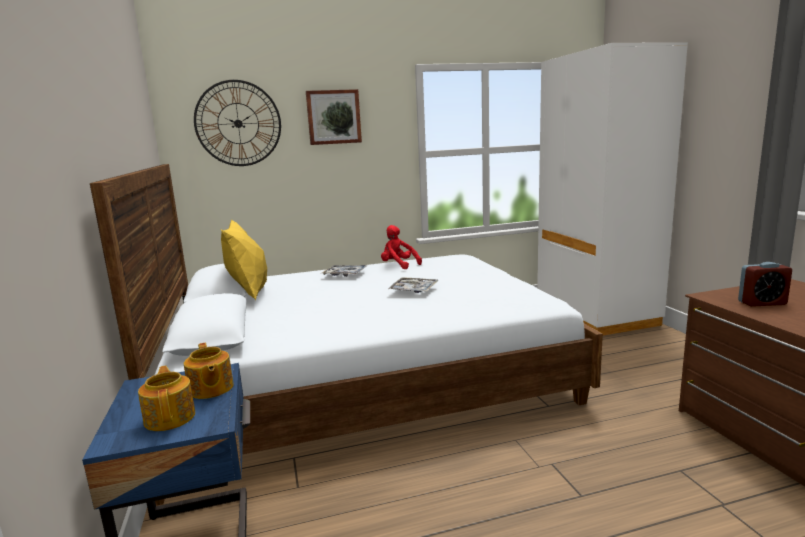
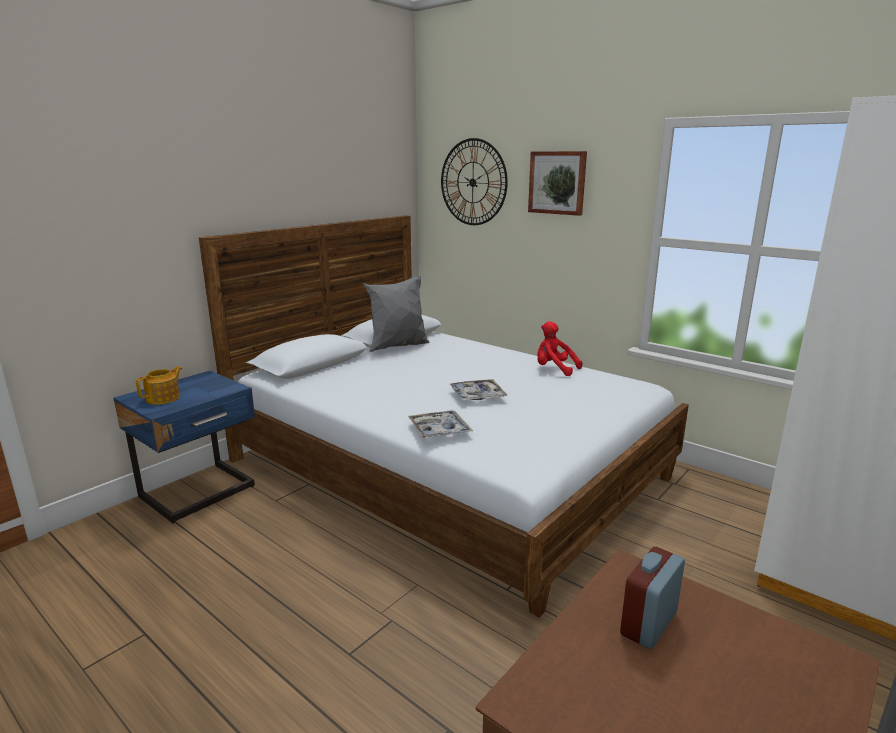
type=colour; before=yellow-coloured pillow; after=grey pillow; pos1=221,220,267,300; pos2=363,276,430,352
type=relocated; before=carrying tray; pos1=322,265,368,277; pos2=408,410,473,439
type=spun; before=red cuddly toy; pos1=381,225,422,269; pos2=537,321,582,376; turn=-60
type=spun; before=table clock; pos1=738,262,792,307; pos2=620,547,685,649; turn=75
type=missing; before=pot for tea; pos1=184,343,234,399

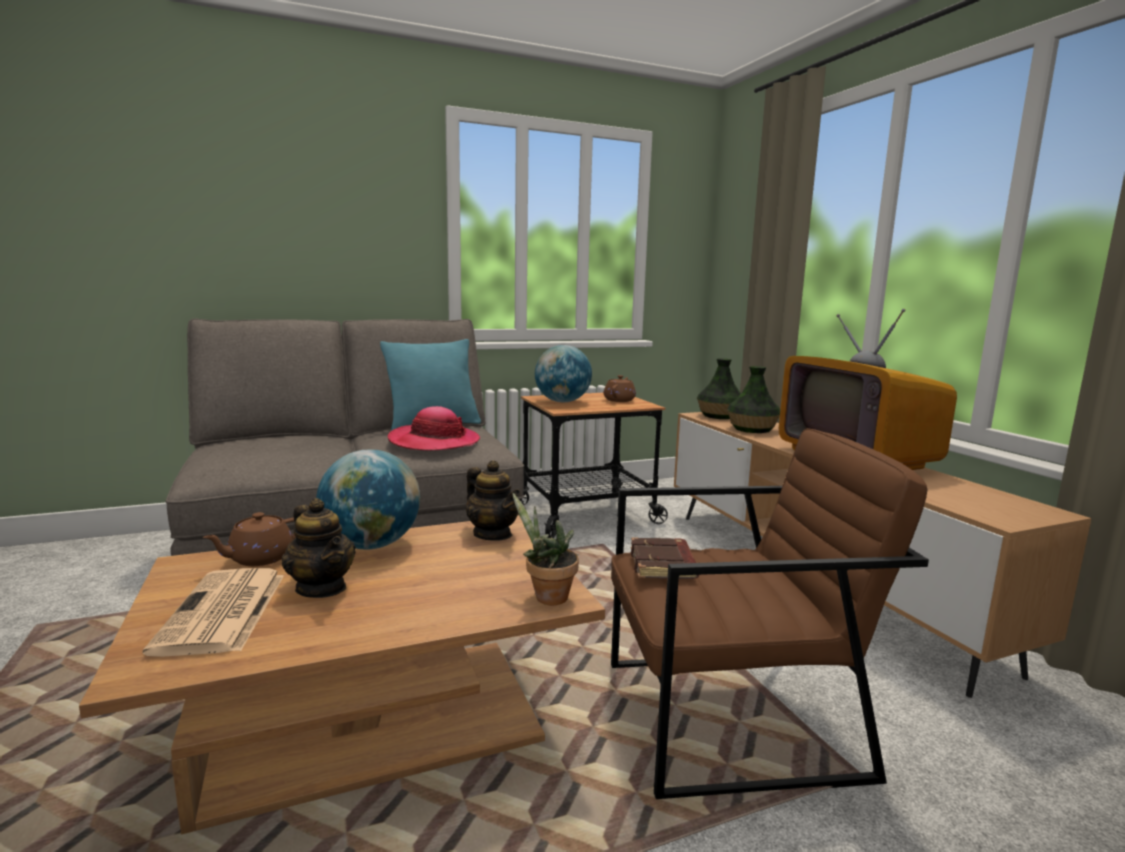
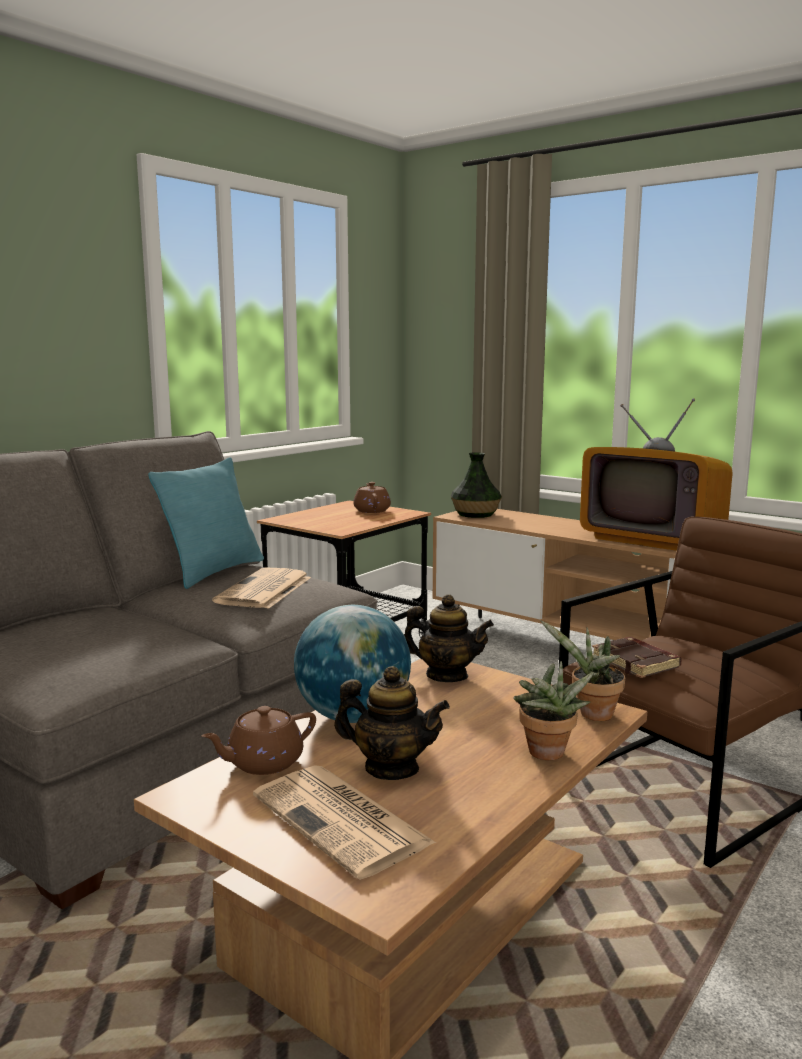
type=spun; before=brown pot for tea; pos1=202,512,296,566; pos2=201,706,316,775; turn=45
type=exchanged; before=wearable hat; after=printed paper; pos1=387,406,480,451; pos2=212,567,311,609
type=appeared; after=plant in a pot; pos2=514,661,594,760
type=missing; before=globe; pos1=535,345,592,402
type=missing; before=vase; pos1=727,366,780,433

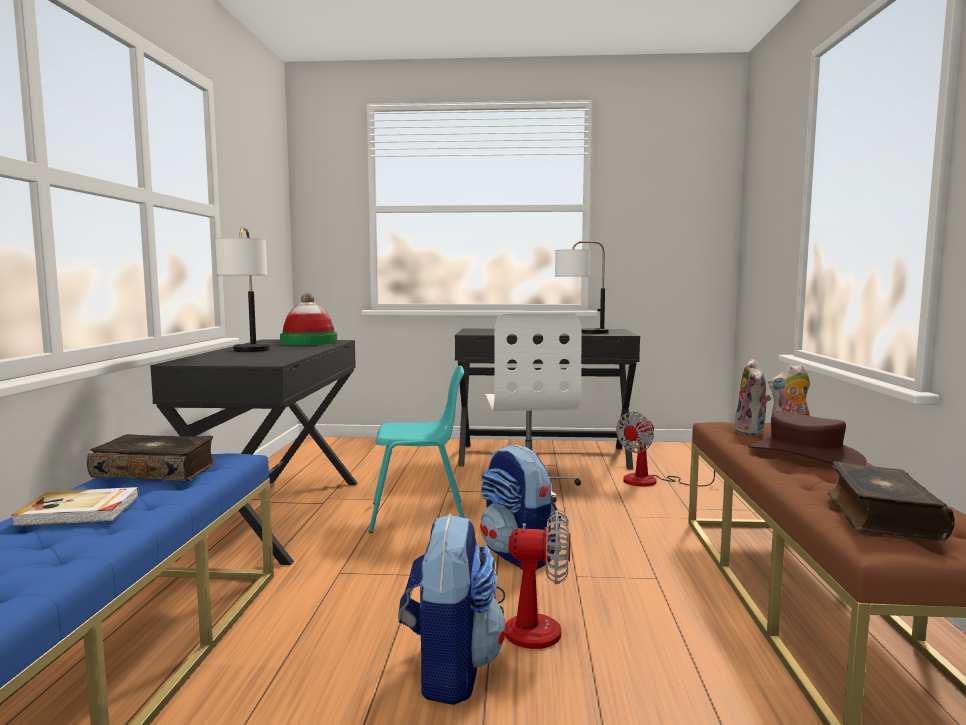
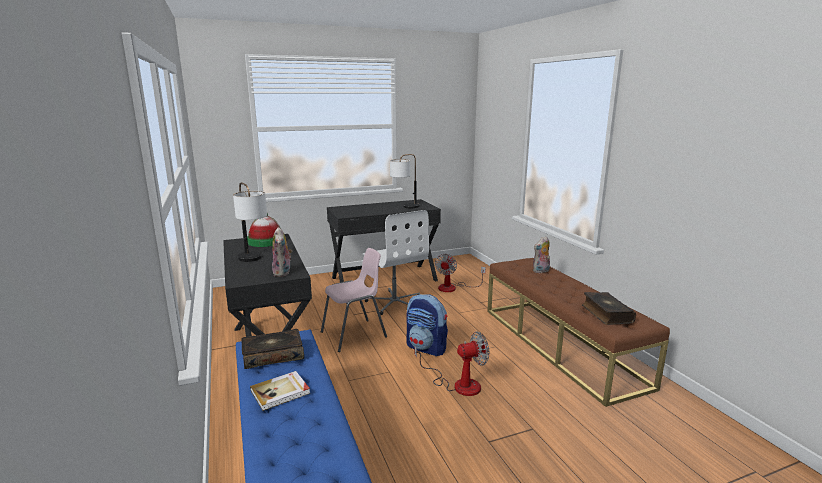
type=relocated; before=cuddly toy; pos1=734,359,771,435; pos2=272,227,293,277
type=colour; before=turquoise-coloured upright chair; after=pinkish upright chair; pos1=369,366,465,533; pos2=321,248,387,352
type=missing; before=backpack; pos1=398,513,506,705
type=missing; before=brown wearable hat; pos1=748,411,867,465

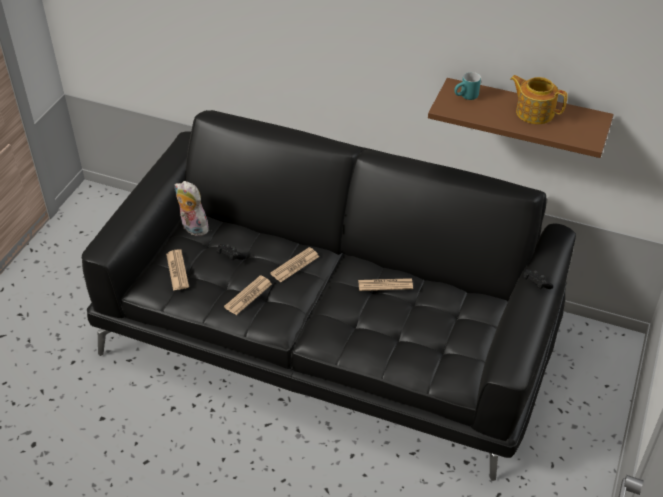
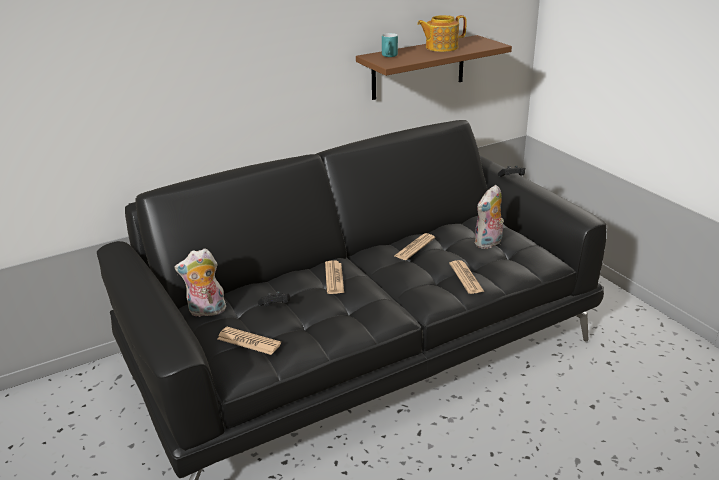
type=relocated; before=printed paper; pos1=224,275,272,315; pos2=449,260,485,294
type=appeared; after=cuddly toy; pos2=474,185,504,249

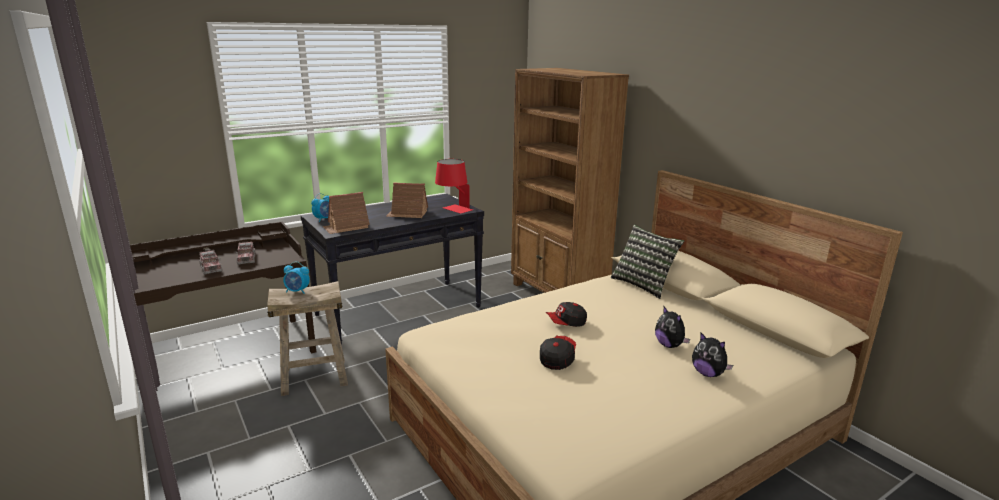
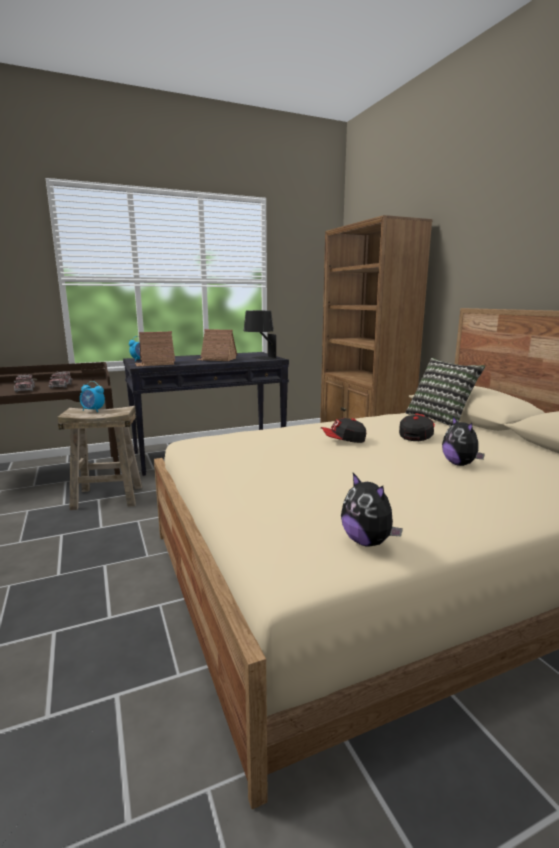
type=colour; before=red lamp for a table; after=black lamp for a table; pos1=435,159,473,214; pos2=244,310,279,360
type=relocated; before=cuddly toy; pos1=692,333,733,377; pos2=341,473,403,547
type=relocated; before=peaked cap; pos1=540,335,576,370; pos2=399,413,435,441

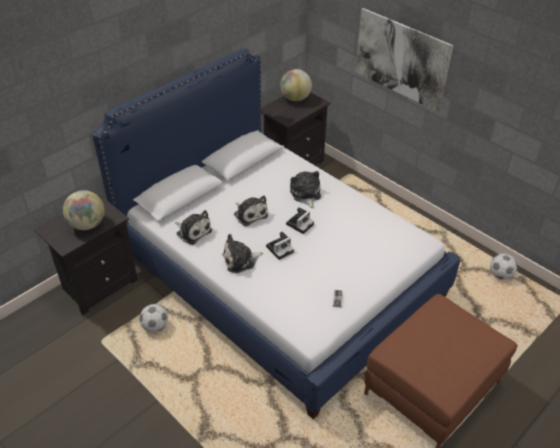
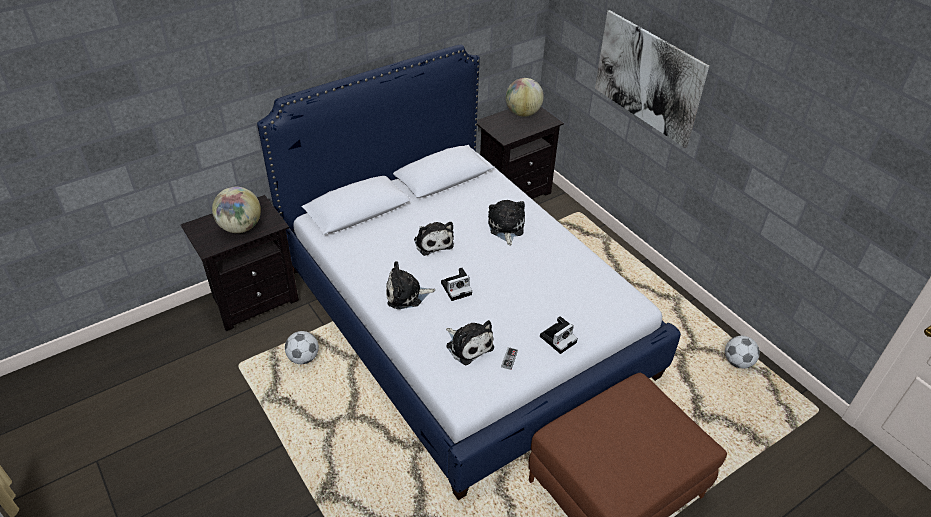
type=relocated; before=cuddly toy; pos1=175,210,212,245; pos2=446,320,494,365
type=relocated; before=photo camera; pos1=286,207,314,234; pos2=540,316,578,354

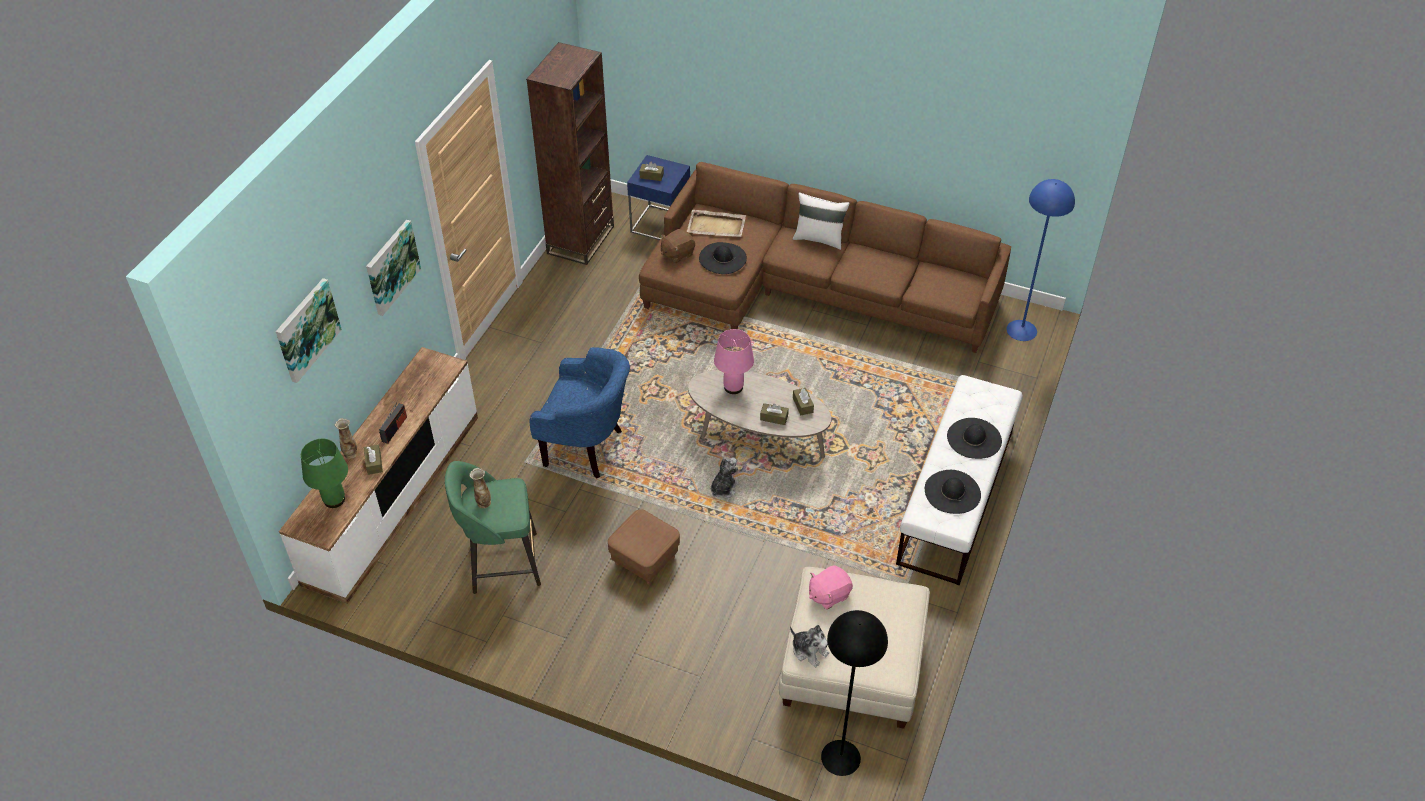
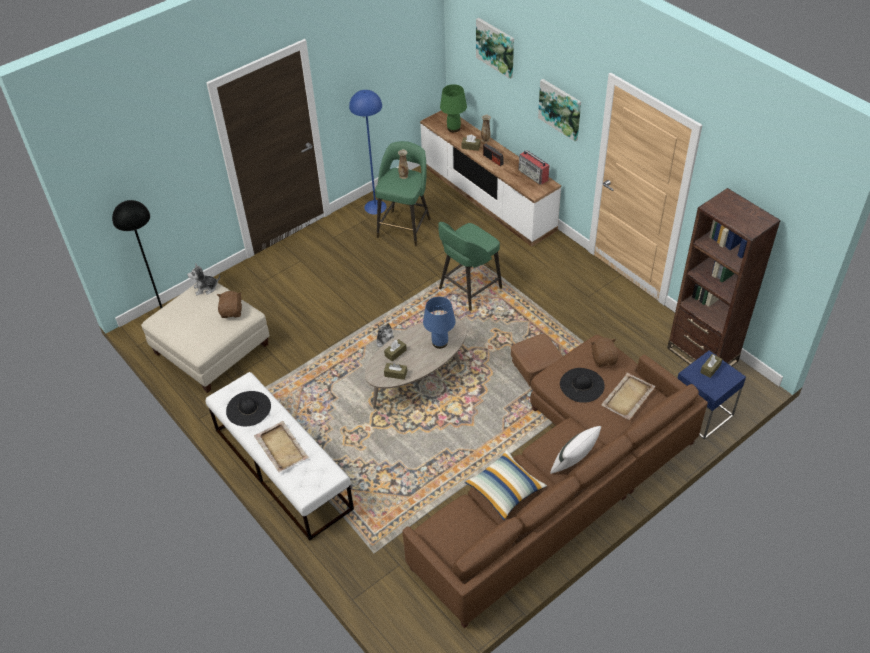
type=colour; before=pinkish cuddly toy; after=brown cuddly toy; pos1=809,565,853,610; pos2=217,291,242,318
type=exchanged; before=black wearable hat; after=beige-coloured carrying tray; pos1=947,418,1002,459; pos2=254,421,309,472
type=relocated; before=blue standard lamp; pos1=1006,179,1075,341; pos2=349,90,387,215
type=colour; before=pinkish lamp for a table; after=blue lamp for a table; pos1=714,329,754,394; pos2=423,297,455,349
type=exchanged; before=blue lounge chair; after=greenish stool seat; pos1=530,347,630,479; pos2=438,222,502,311
type=appeared; after=pillow; pos2=465,450,547,520
type=relocated; before=brown ottoman; pos1=608,509,680,584; pos2=511,334,563,386
type=appeared; after=radio; pos2=519,150,550,185

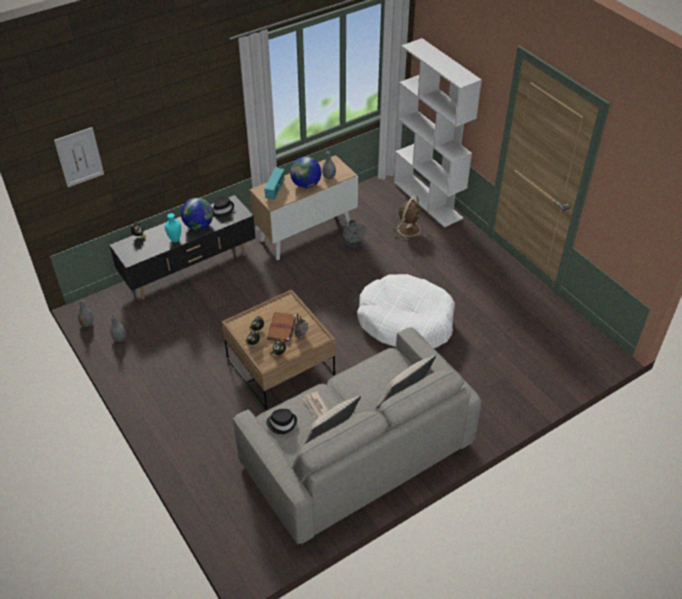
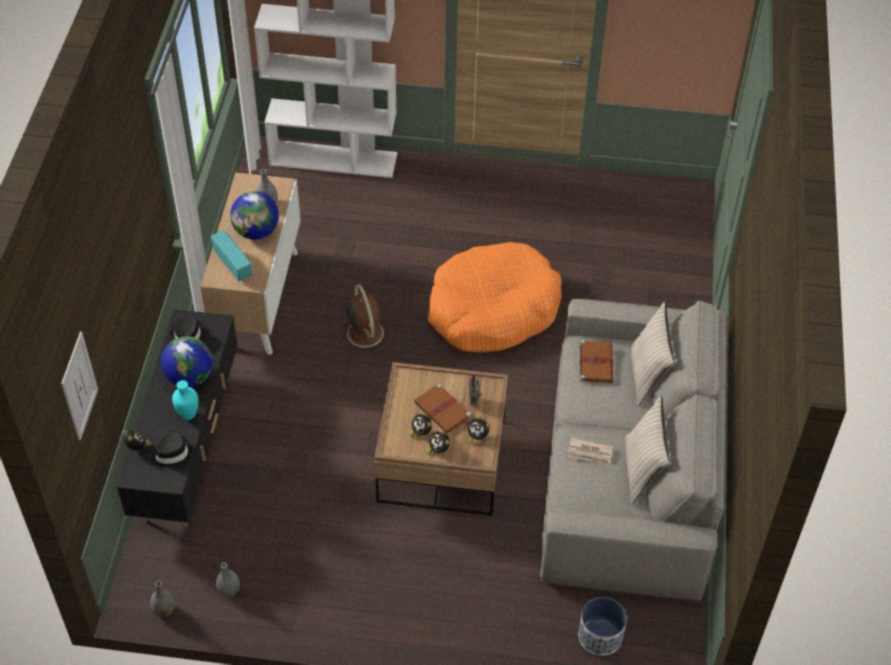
type=relocated; before=black wearable hat; pos1=266,409,297,434; pos2=151,432,192,471
type=relocated; before=brown fan; pos1=394,195,426,240; pos2=337,284,391,356
type=colour; before=white dog bed; after=orange dog bed; pos1=357,274,455,348; pos2=428,242,562,352
type=appeared; after=planter; pos2=578,597,627,656
type=appeared; after=brown bound book; pos2=580,340,613,383
type=missing; before=grey fan; pos1=343,220,367,250

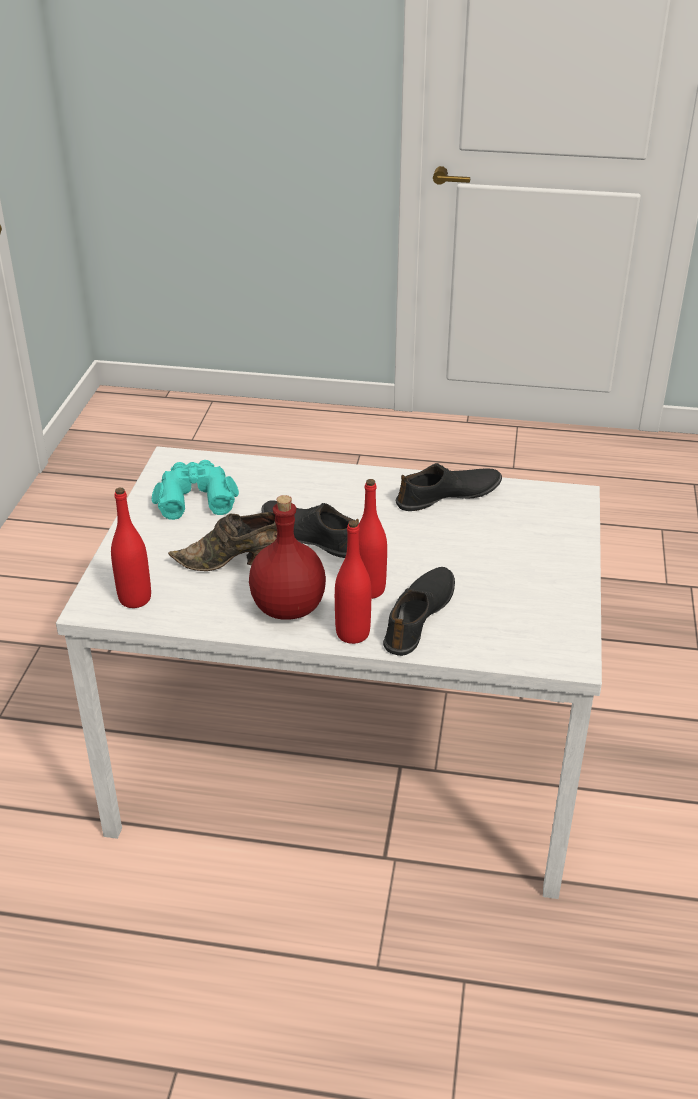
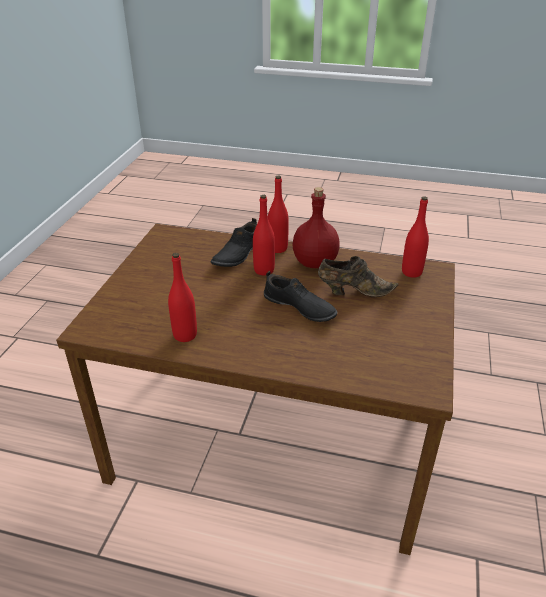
type=colour; before=white dinner table; after=brown dinner table; pos1=56,446,602,899; pos2=56,224,455,555
type=exchanged; before=black low shoe; after=red beverage bottle; pos1=396,463,502,511; pos2=168,253,197,342
type=missing; before=turquoise-coloured binoculars; pos1=152,460,239,520

